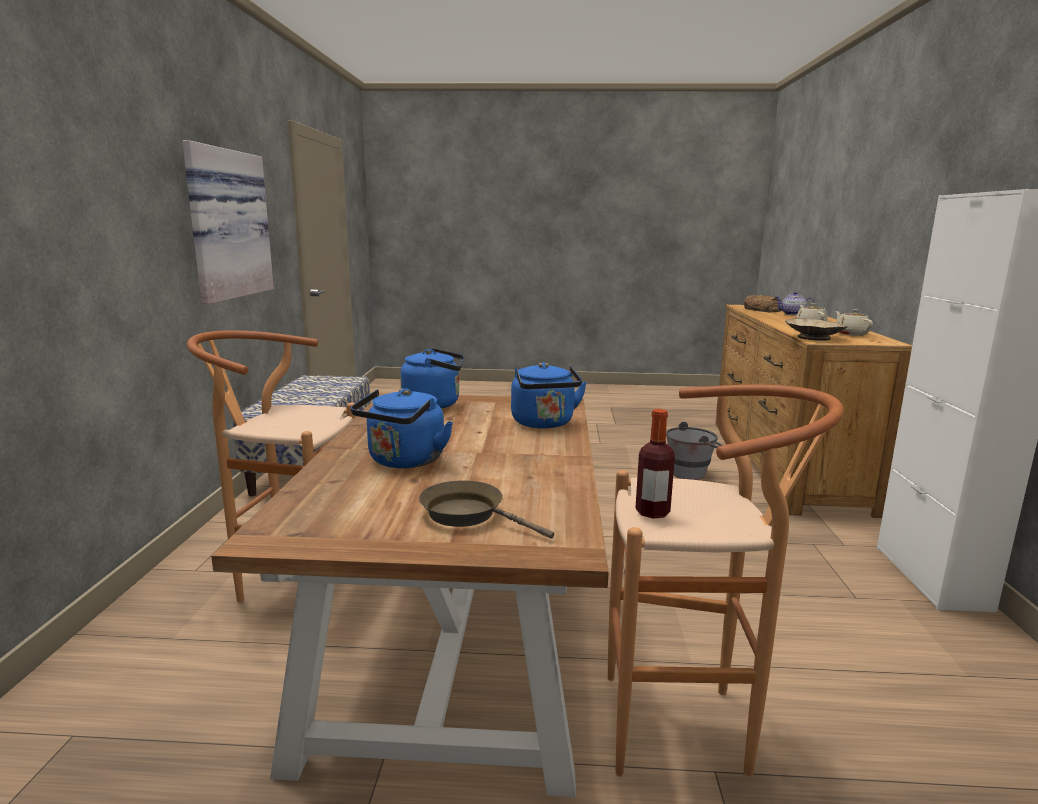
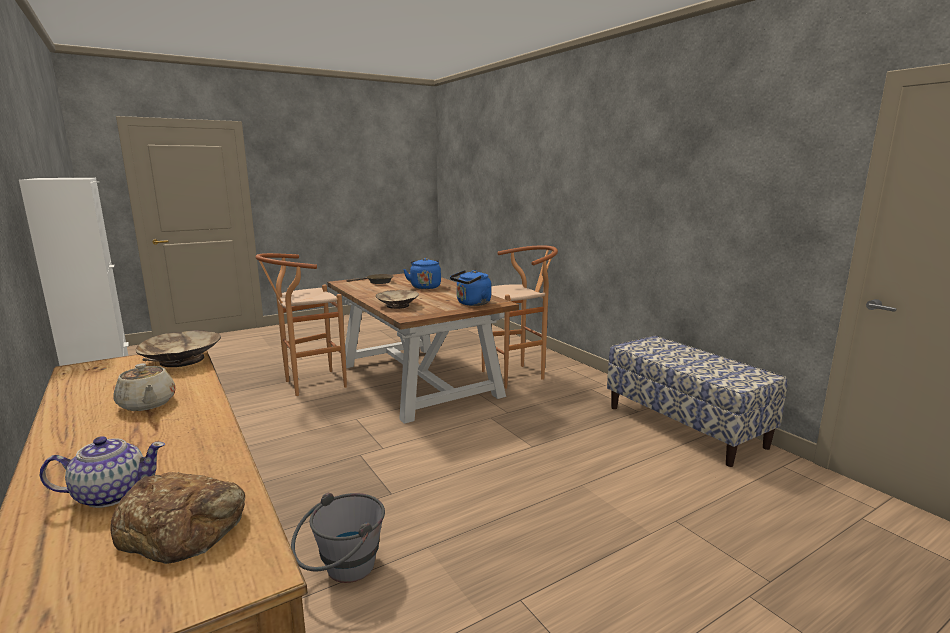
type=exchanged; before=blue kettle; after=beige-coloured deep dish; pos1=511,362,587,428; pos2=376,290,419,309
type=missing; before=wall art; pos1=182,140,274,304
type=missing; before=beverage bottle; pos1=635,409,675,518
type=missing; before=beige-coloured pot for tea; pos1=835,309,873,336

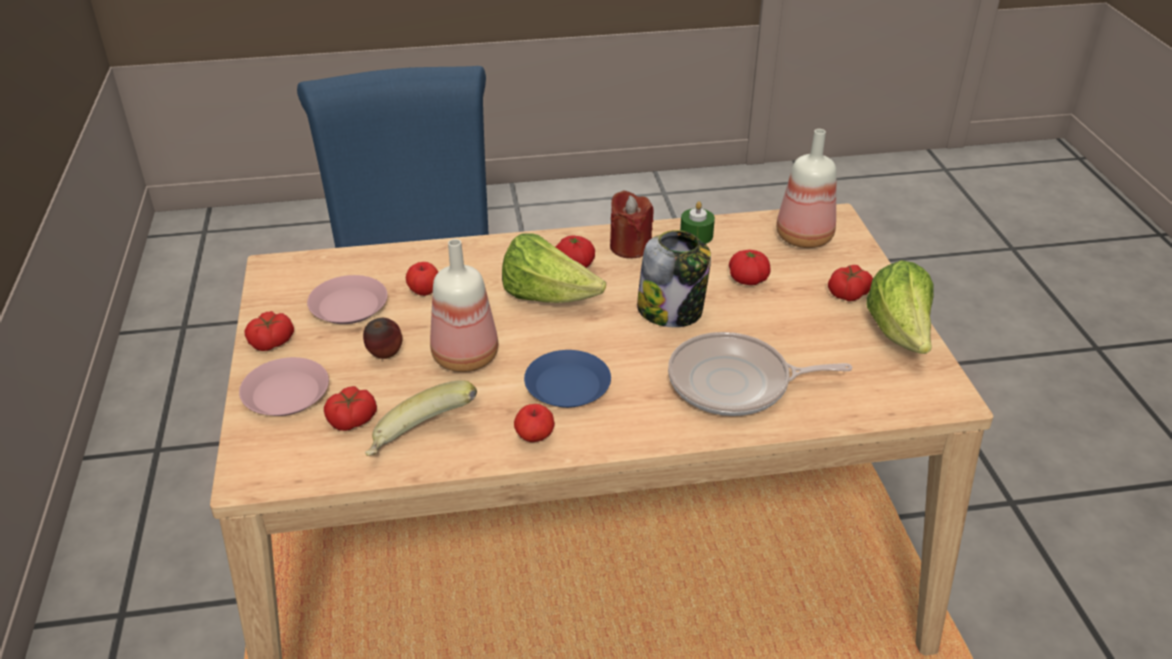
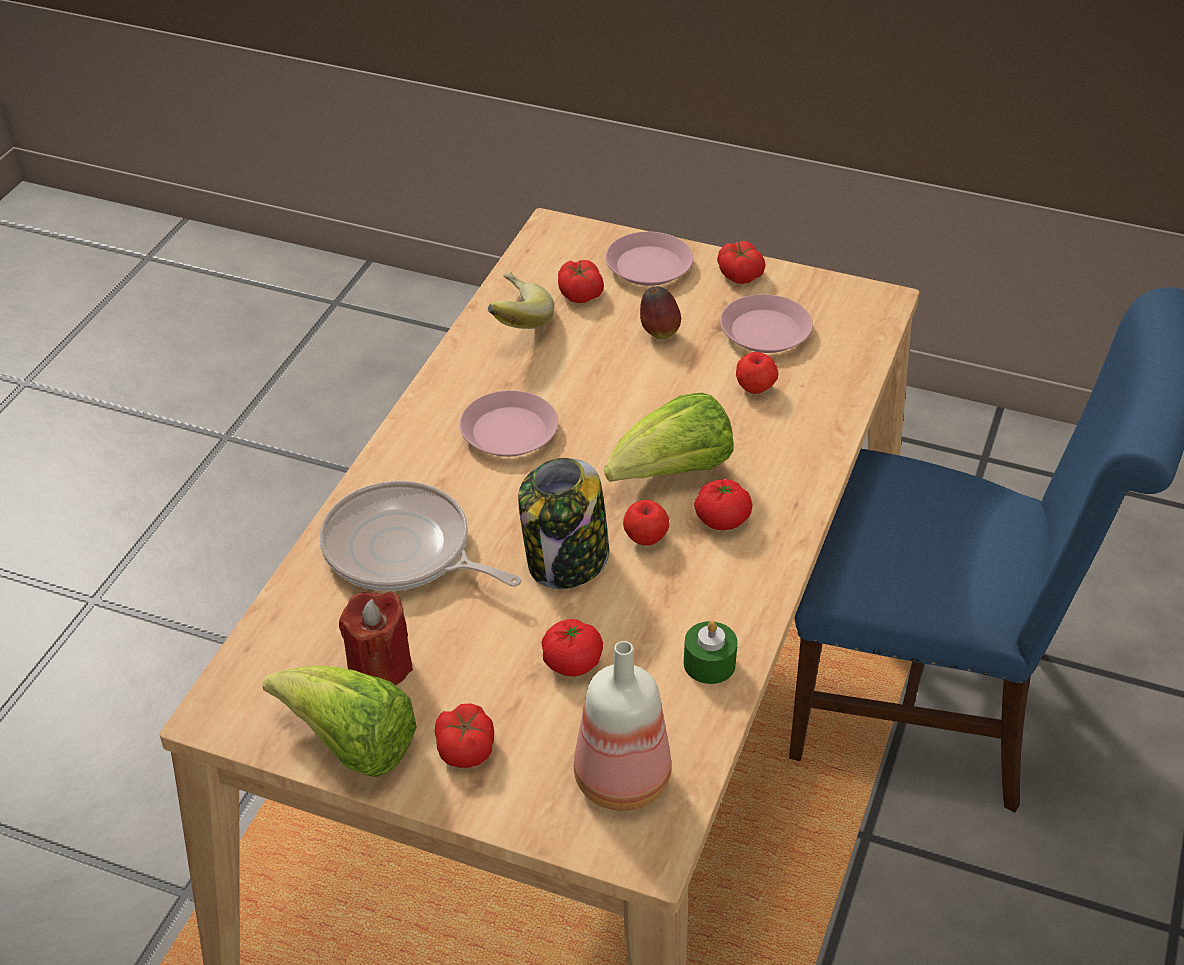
type=spun; before=skillet; pos1=668,332,852,416; pos2=319,481,522,591; turn=-90
type=relocated; before=red wax candle; pos1=610,190,653,258; pos2=339,592,413,685
type=colour; before=blue flat dish; after=pinkish flat dish; pos1=524,350,611,408; pos2=460,390,558,457
type=relocated; before=apple fruit; pos1=514,404,555,442; pos2=623,500,669,546
type=missing; before=beverage bottle; pos1=430,239,498,372

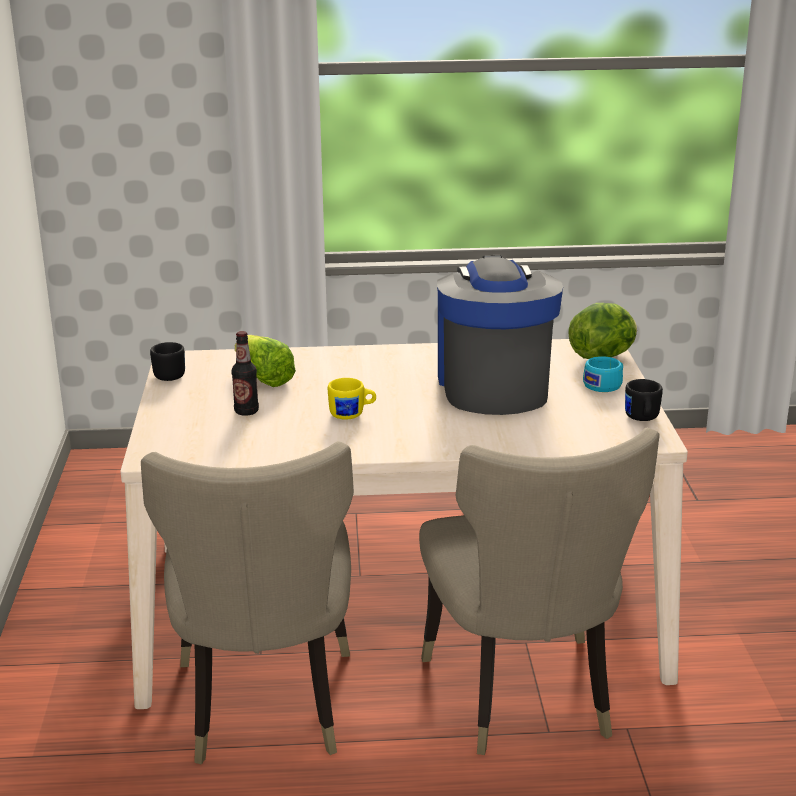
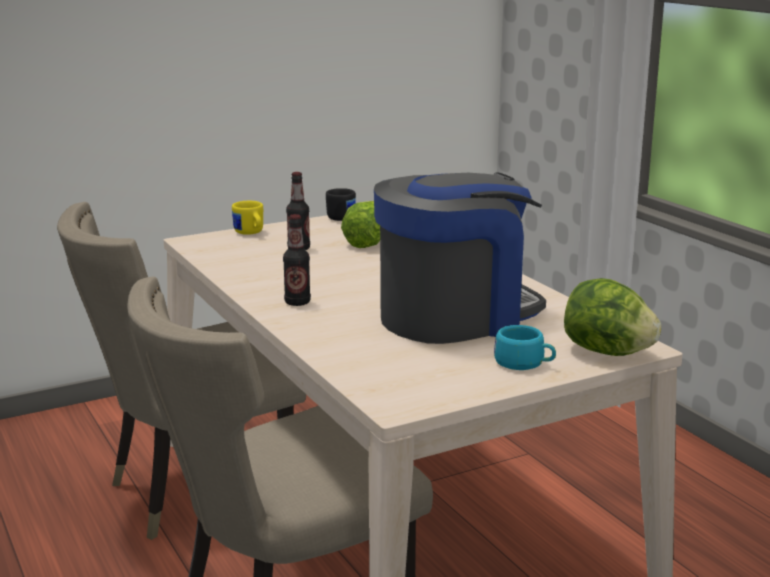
type=relocated; before=yellow-coloured mug; pos1=328,378,376,420; pos2=232,201,263,235
type=appeared; after=beverage bottle; pos2=283,214,311,306
type=missing; before=black mug; pos1=625,379,663,421

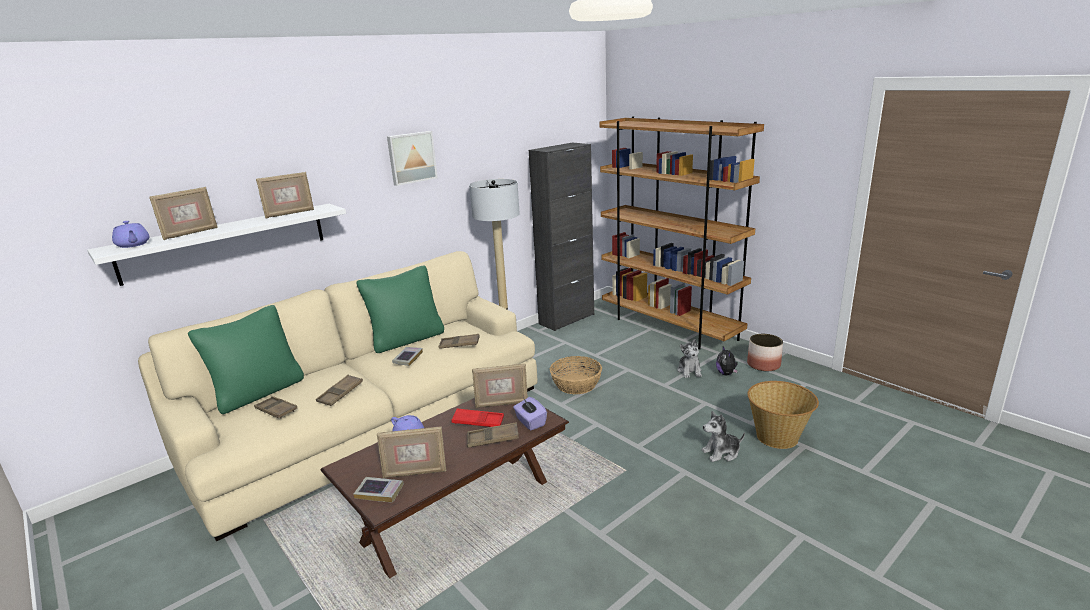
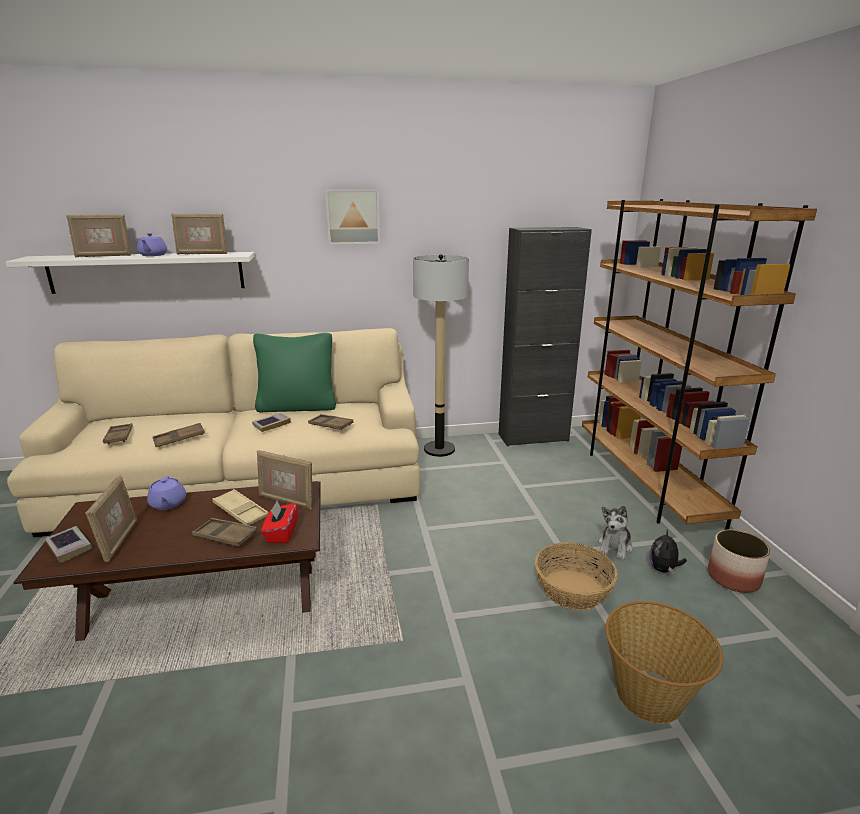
type=spun; before=photo frame; pos1=377,426,446,479; pos2=85,475,137,563; turn=-120
type=relocated; before=purple pot for tea; pos1=112,221,149,248; pos2=137,233,167,256
type=colour; before=red carrying tray; after=beige-coloured carrying tray; pos1=451,408,504,427; pos2=212,489,269,525
type=colour; before=purple box of tissues; after=red box of tissues; pos1=513,397,547,430; pos2=261,501,298,543
type=relocated; before=storage basket; pos1=550,356,602,394; pos2=535,542,618,610
type=missing; before=greenish pillow; pos1=188,305,304,414
type=missing; before=cuddly toy; pos1=702,411,745,462

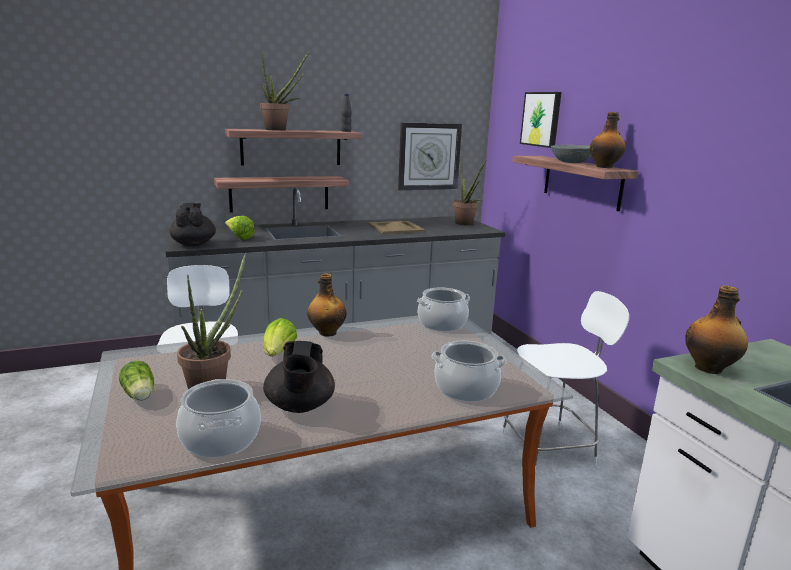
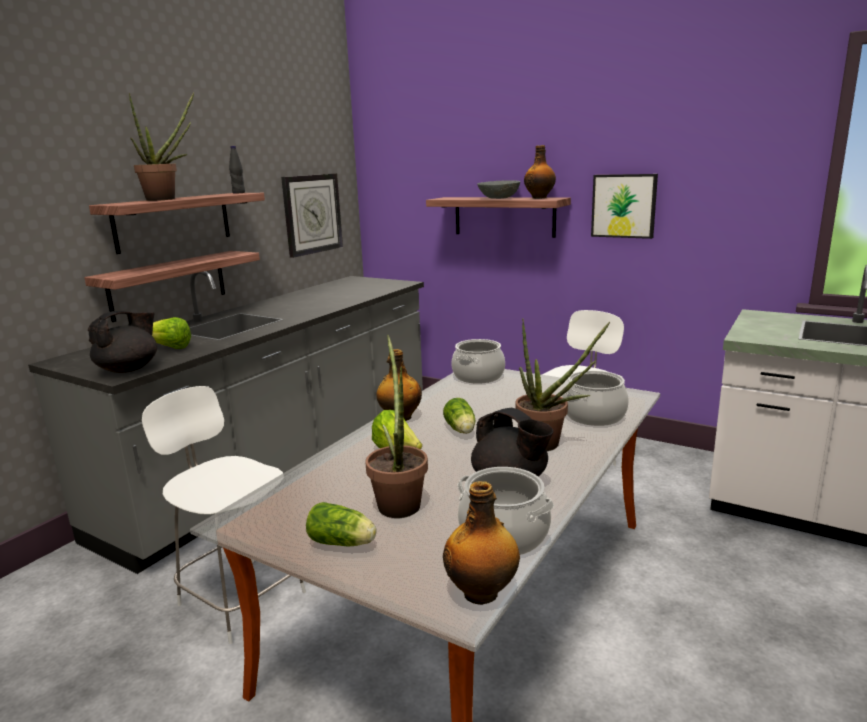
type=spun; before=black pot for tea; pos1=170,203,216,246; pos2=88,311,157,373; turn=90
type=appeared; after=head of lettuce; pos2=443,398,475,434
type=relocated; before=beverage bottle; pos1=685,285,748,374; pos2=443,481,520,605
type=relocated; before=plant in a pot; pos1=453,158,487,225; pos2=516,319,610,451
type=relocated; before=wall art; pos1=520,92,562,148; pos2=591,174,658,239
type=missing; before=beige-coloured carrying tray; pos1=368,221,425,234

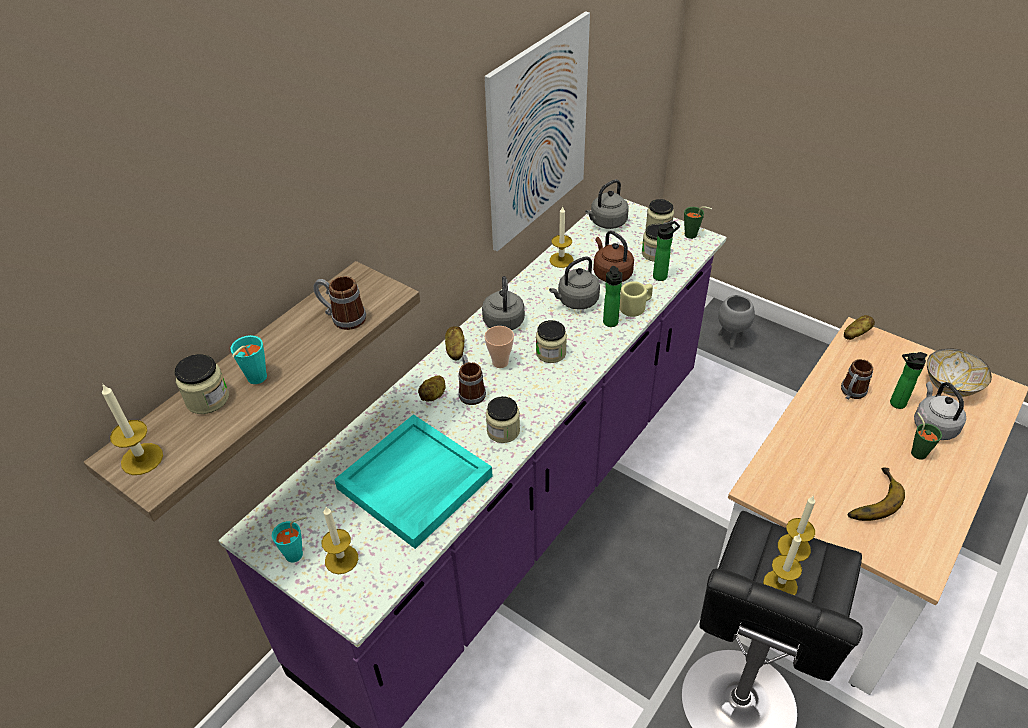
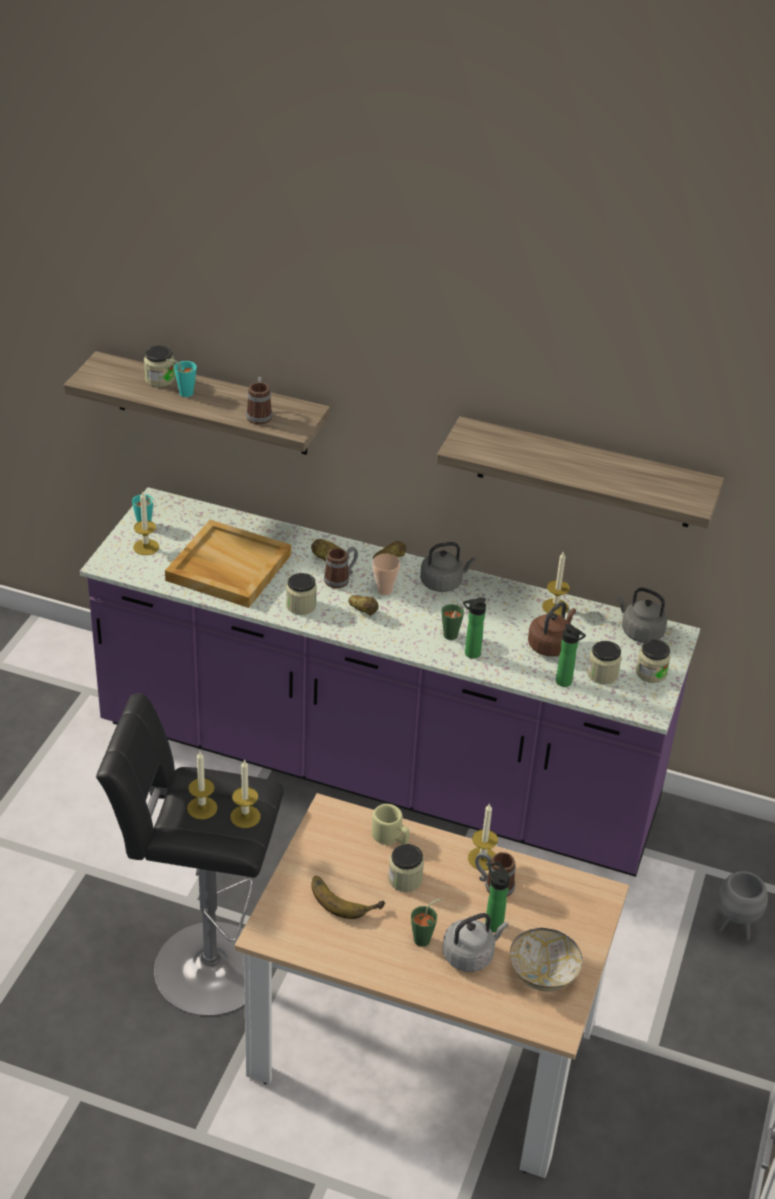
type=colour; before=turquoise-coloured carrying tray; after=beige-coloured carrying tray; pos1=334,414,493,549; pos2=165,520,291,608
type=relocated; before=potato; pos1=844,315,875,340; pos2=348,595,379,616
type=relocated; before=beige-coloured mug; pos1=620,281,653,317; pos2=372,804,410,845
type=relocated; before=storage jar; pos1=536,320,567,363; pos2=388,844,424,892
type=exchanged; before=wall art; after=bracket shelf; pos1=484,11,590,251; pos2=437,416,724,529
type=relocated; before=greenish drinking cup; pos1=684,206,712,239; pos2=441,604,464,640
type=relocated; before=wax candle; pos1=102,383,163,475; pos2=468,803,498,870
type=missing; before=grey kettle; pos1=549,256,600,310

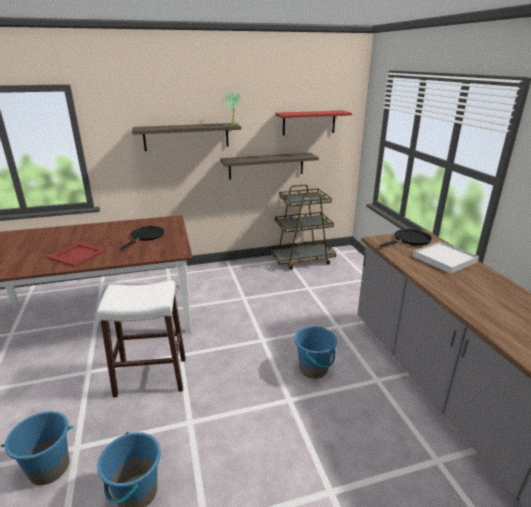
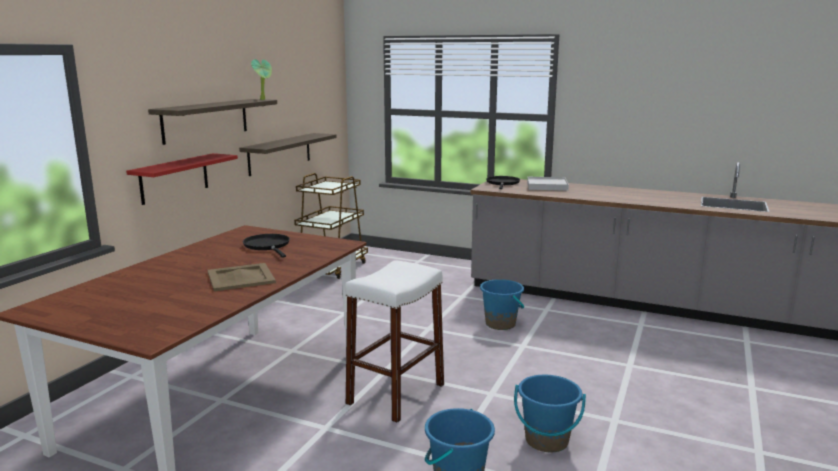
type=relocated; before=red bracket shelf; pos1=275,110,352,136; pos2=126,153,238,205
type=colour; before=red carrying tray; after=beige-coloured carrying tray; pos1=47,242,107,267; pos2=208,263,276,291

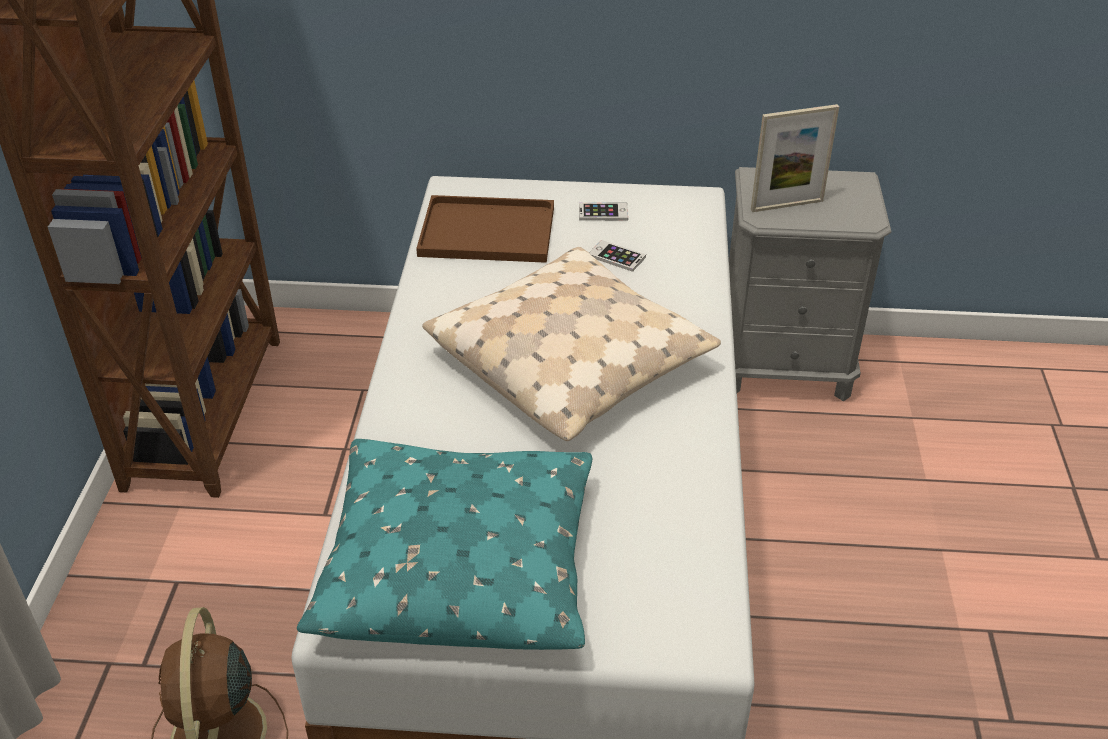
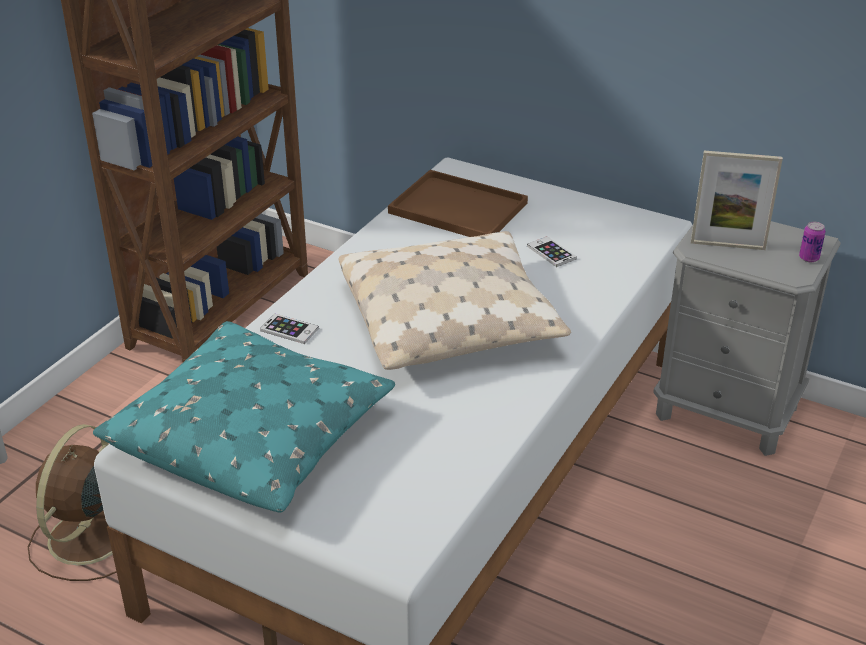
type=relocated; before=telephone; pos1=579,203,628,220; pos2=260,314,319,344
type=appeared; after=can; pos2=799,222,825,262

